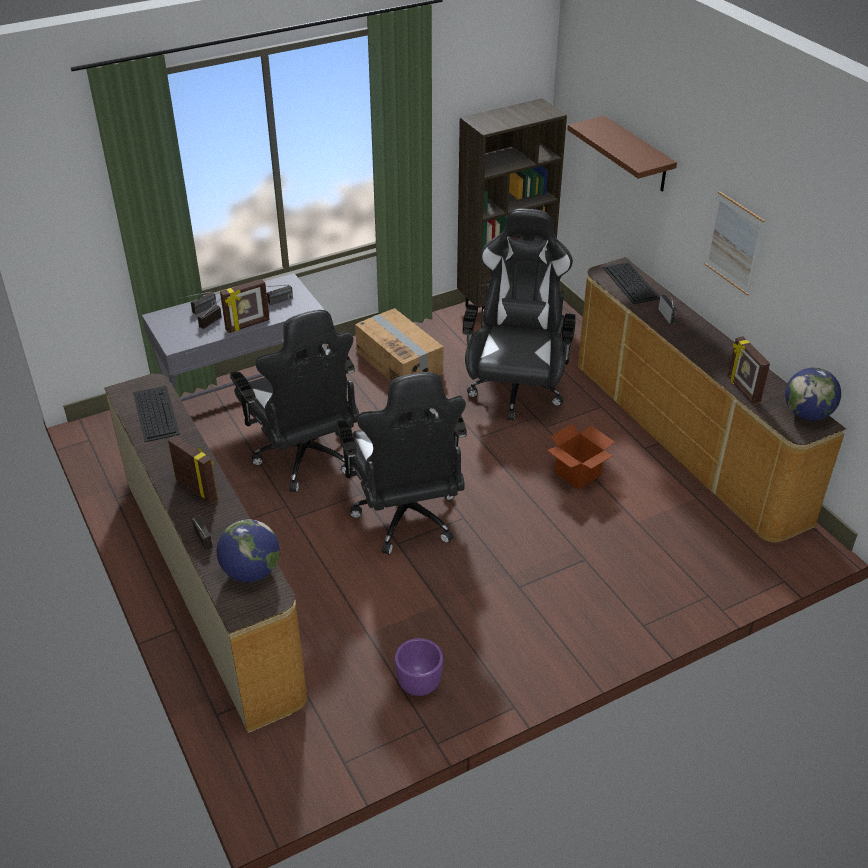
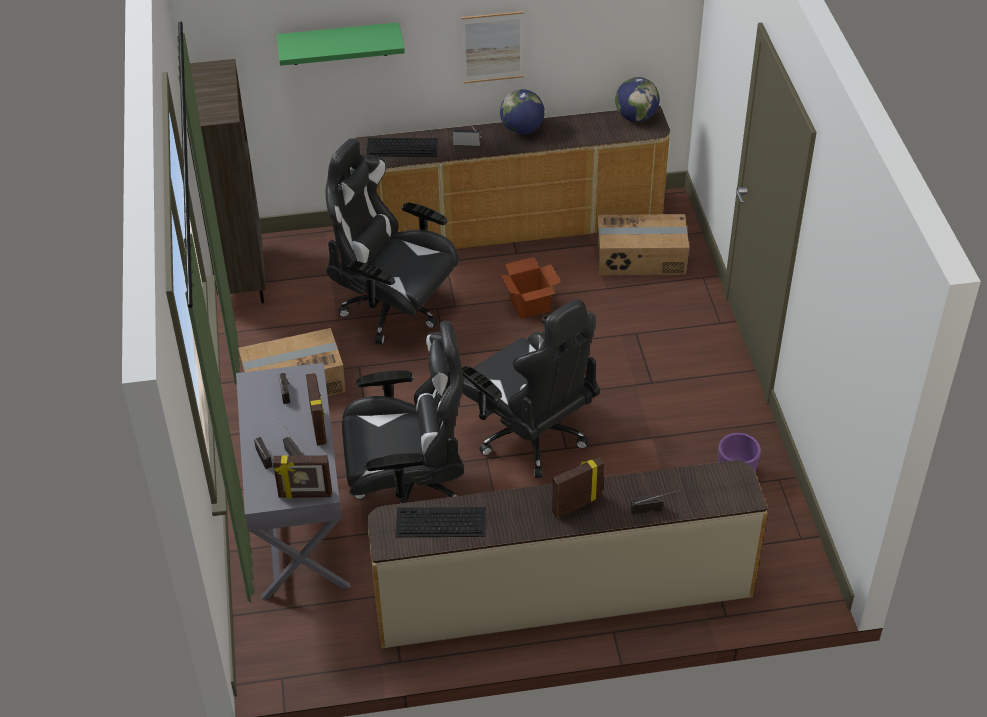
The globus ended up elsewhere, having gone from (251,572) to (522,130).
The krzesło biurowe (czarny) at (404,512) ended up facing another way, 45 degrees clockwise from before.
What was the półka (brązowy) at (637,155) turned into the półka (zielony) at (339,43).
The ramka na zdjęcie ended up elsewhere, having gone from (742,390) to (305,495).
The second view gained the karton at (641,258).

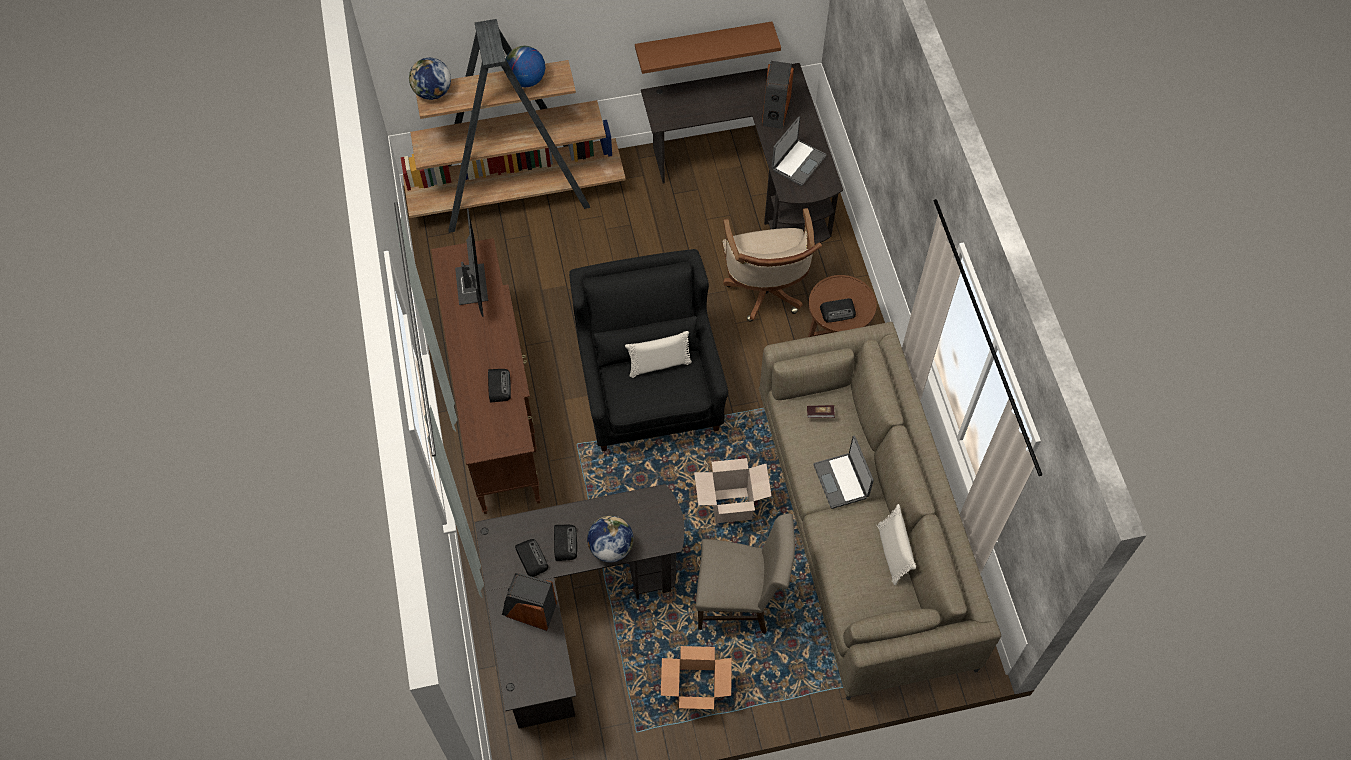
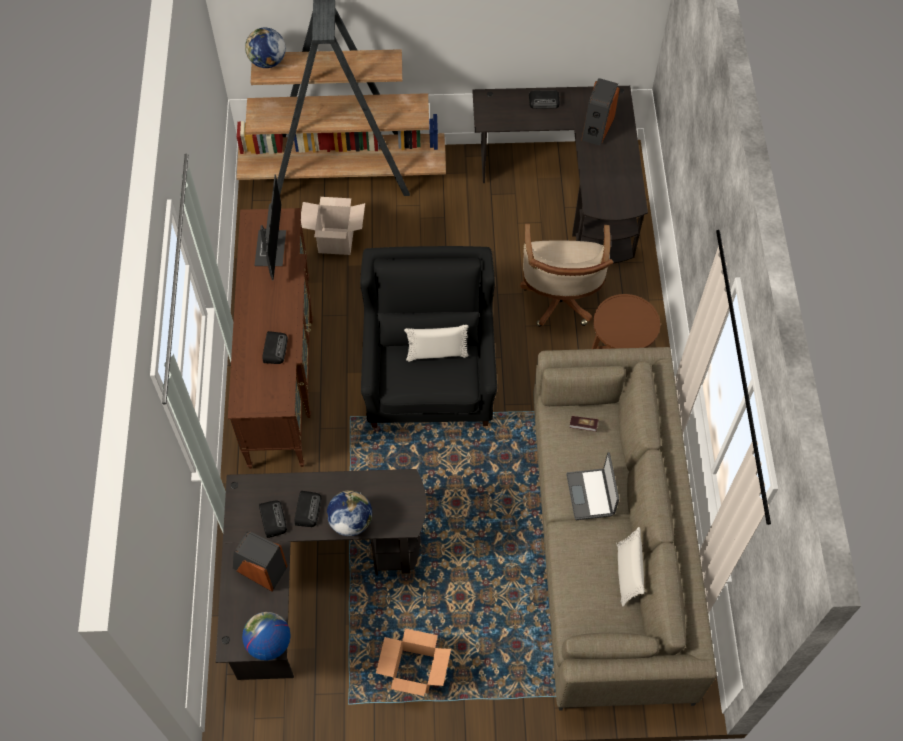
The globus ended up elsewhere, having gone from (526,80) to (269,643).
The second view lost the półka (brązowy) at (703,43).
The karton ended up elsewhere, having gone from (731,505) to (336,241).
The second view lost the krzesło (beżowy) at (740,600).
The second view lost the laptop at (798,162).
The radio ended up elsewhere, having gone from (838,312) to (544,101).

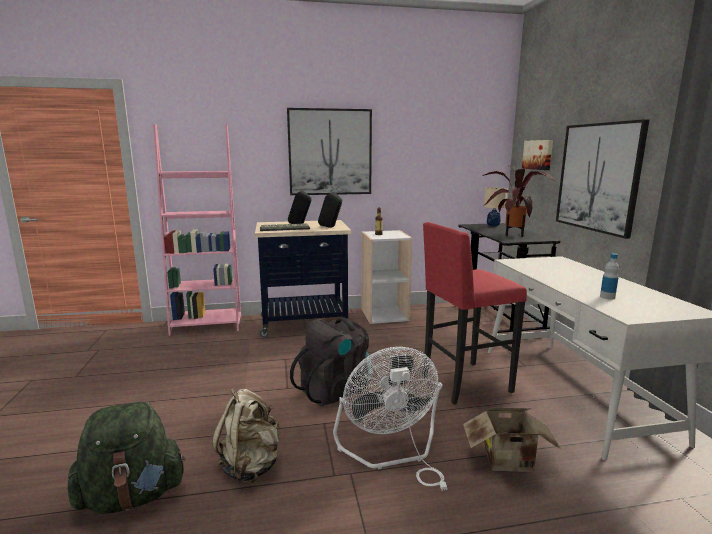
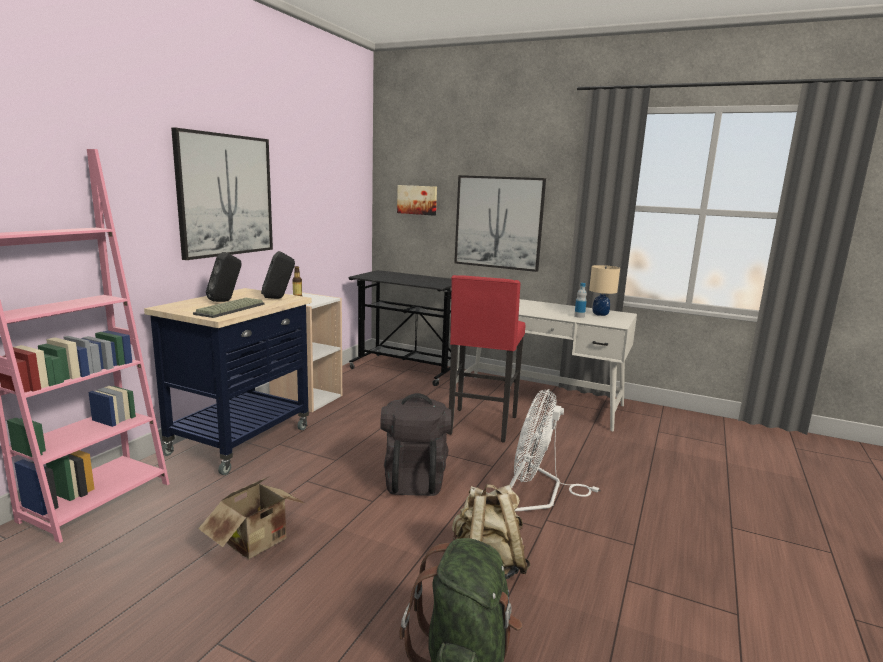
The karton ended up elsewhere, having gone from (510,462) to (259,542).
The second view lost the roślina doniczkowa at (512,235).
The lampa stołowa (beżowy) ended up elsewhere, having gone from (493,225) to (601,314).

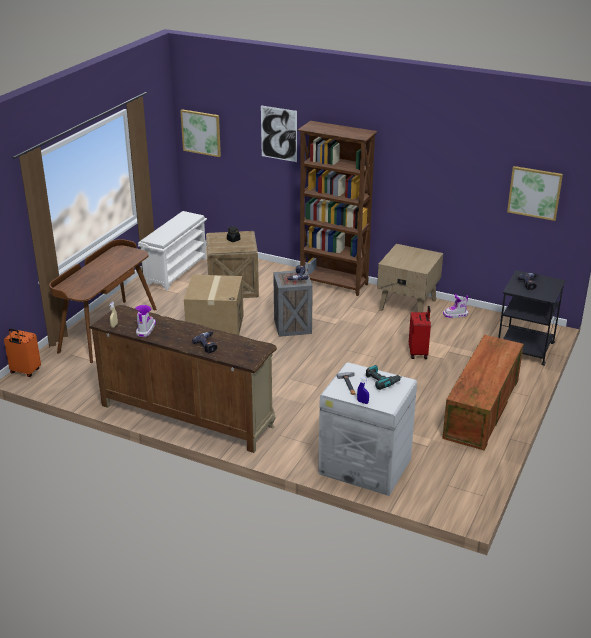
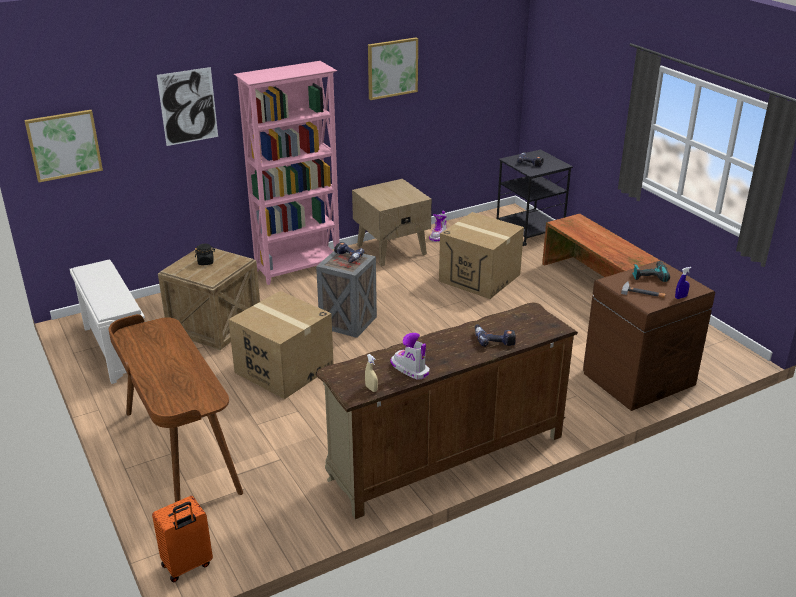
What was the regał (brązowy) at (334,284) turned into the regał (różowy) at (299,268).
What was the pralka (biały) at (365,463) turned into the pralka (brązowy) at (635,377).
Where the walizka (czerwony) stood at (418,353), the karton came to stand at (480,278).
The obraz ended up elsewhere, having gone from (534,192) to (392,68).

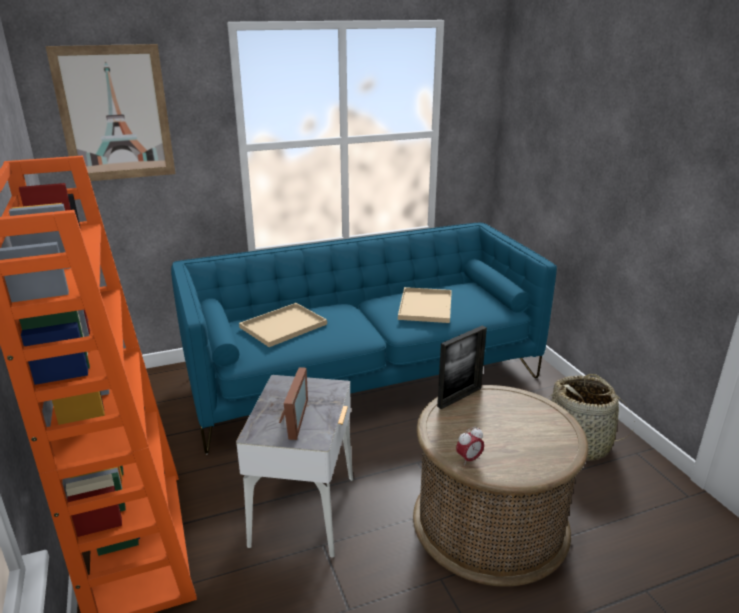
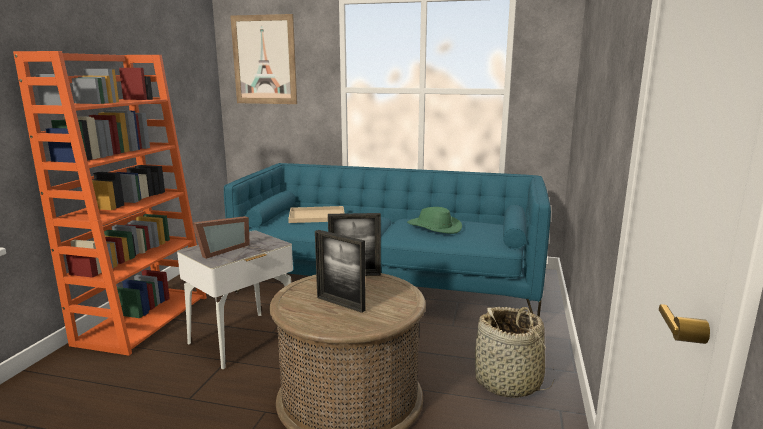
Where the taca (beżowy) stood at (426,307), the kapelusz (zielony) came to stand at (433,227).
The second view lost the budzik at (469,459).
The second view gained the ramka na zdjęcie at (340,304).

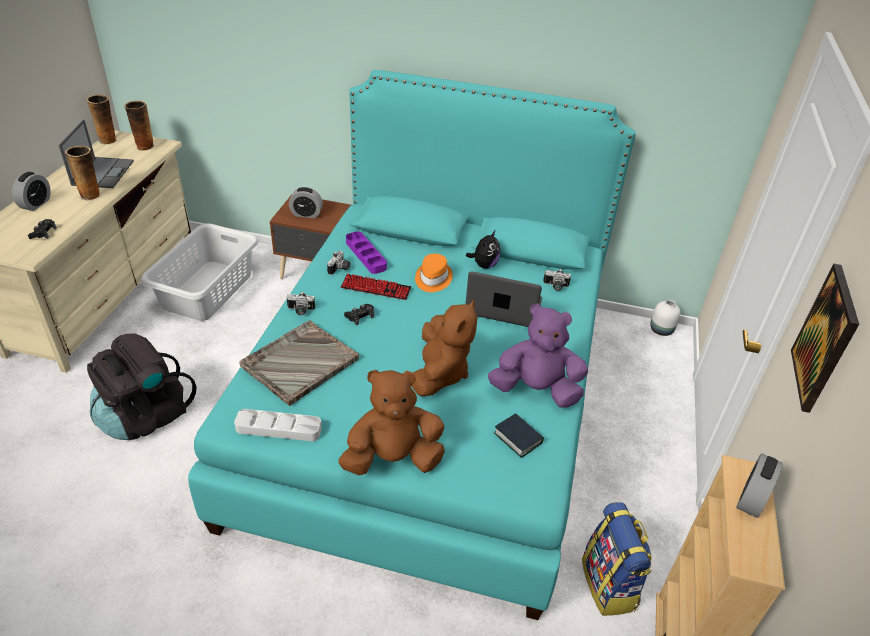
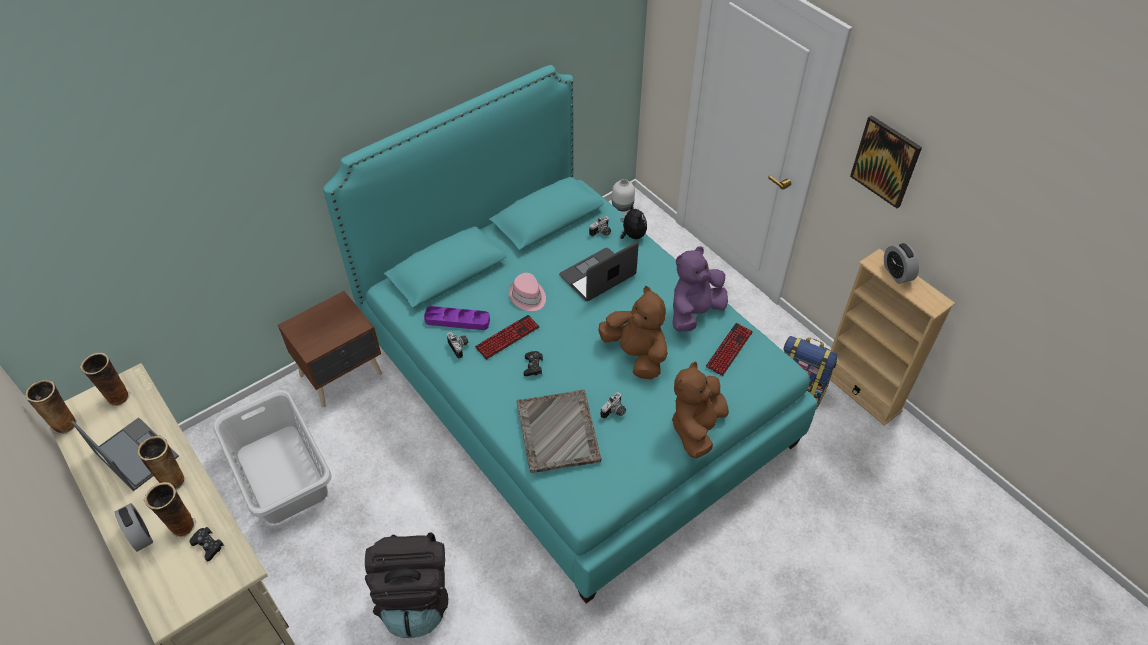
The second view lost the taca (szary) at (278,428).
The aparat fotograficzny ended up elsewhere, having gone from (300,311) to (615,412).
The second view lost the budzik at (306,214).
What was the kapelusz (pomarańczowy) at (432,279) turned into the kapelusz (różowy) at (527,296).
The pluszak ended up elsewhere, having gone from (484,265) to (632,235).
Where the książka stood at (518,438), the klawiatura came to stand at (729,350).
The second view gained the wazon at (181,526).

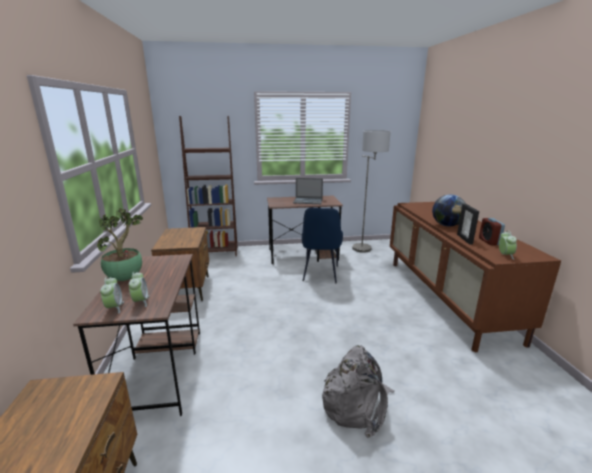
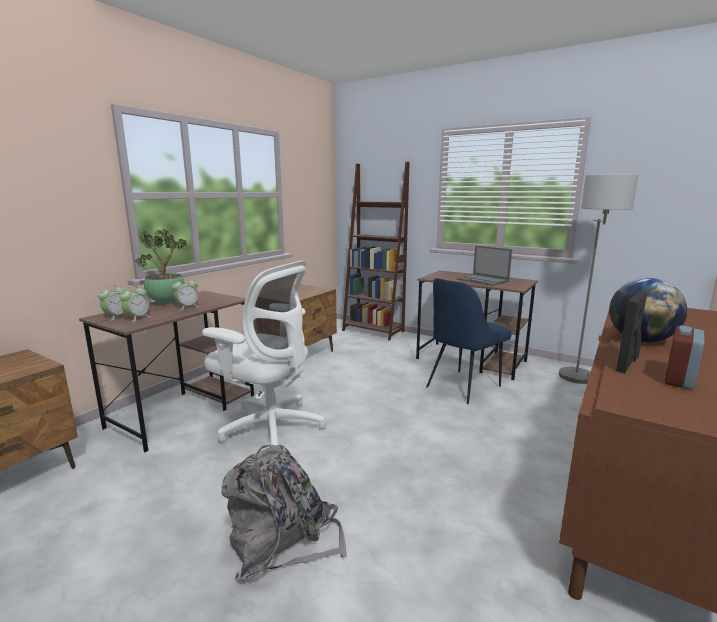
The budzik ended up elsewhere, having gone from (505,255) to (187,307).
The second view gained the krzesło biurowe (biały) at (266,426).

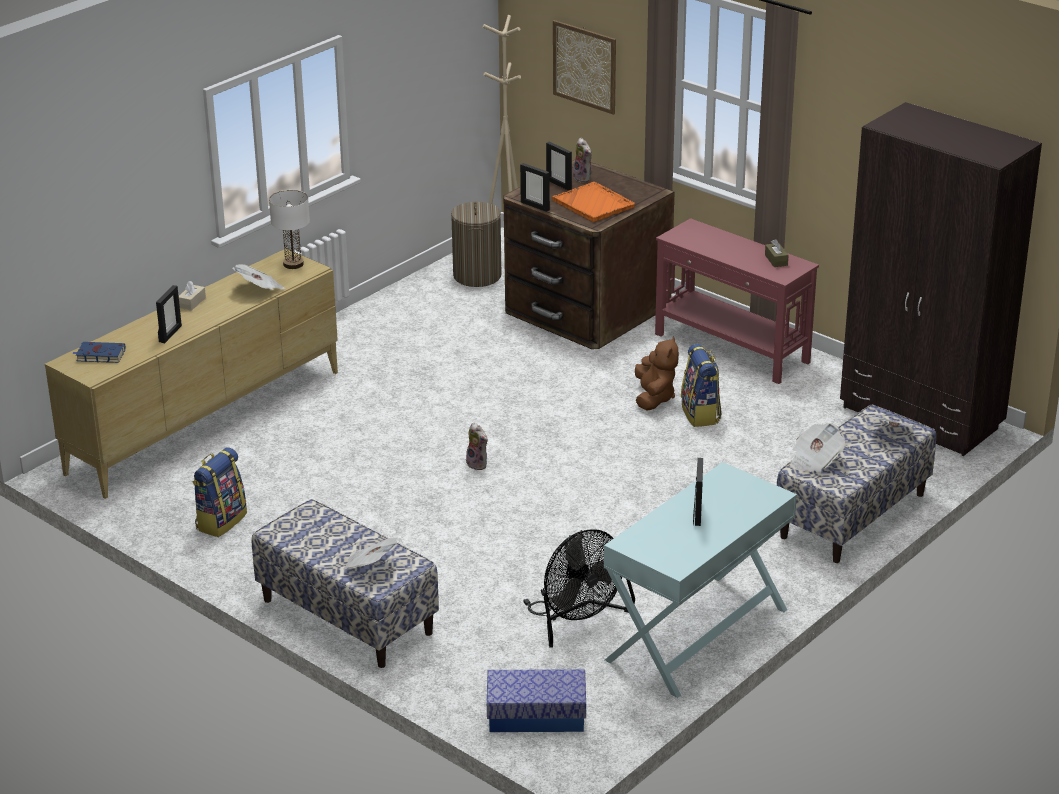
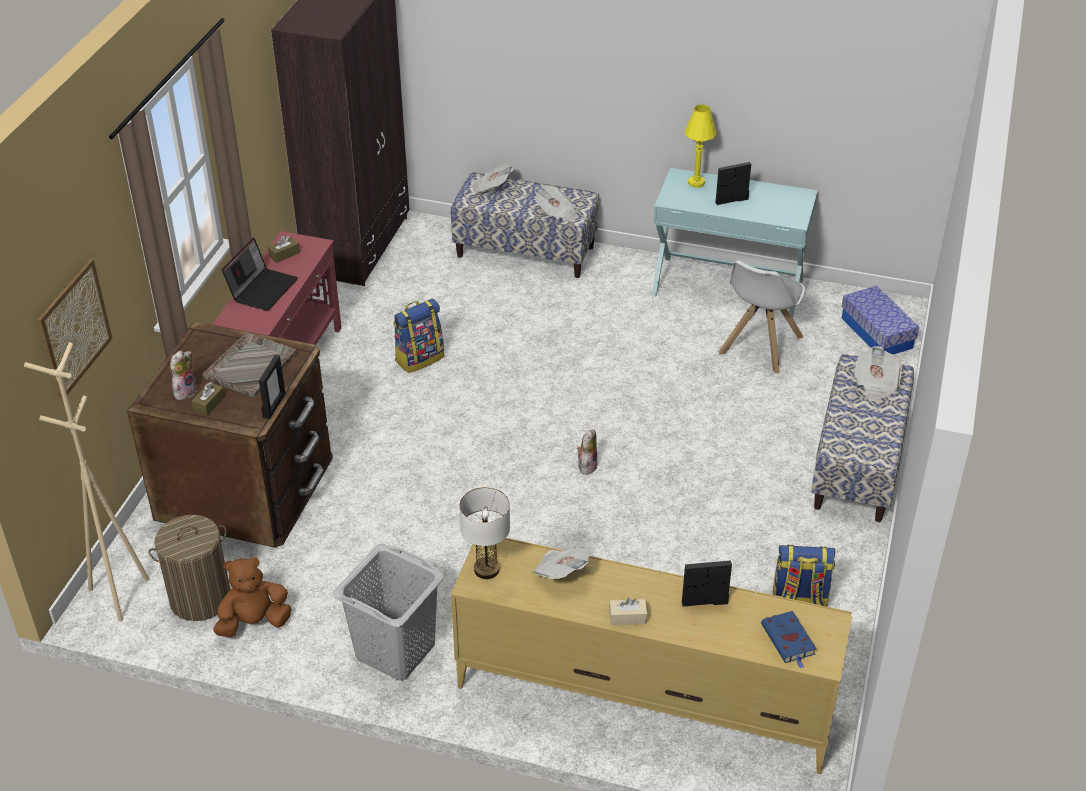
Where the wentylator (czarny) stood at (574,620), the krzesło came to stand at (759,346).
Where the ramka na zdjęcie stood at (559,184), the pudełko chusteczek (brązowy) came to stand at (209,404).
What was the taca (pomarańczowy) at (593,204) turned into the taca (szary) at (251,365).
The pluszak (brązowy) ended up elsewhere, having gone from (654,398) to (254,622).
The second view gained the laptop at (262,289).
The second view gained the kosz na pranie (szary) at (394,650).
The second view gained the lampa stołowa (żółty) at (696,183).

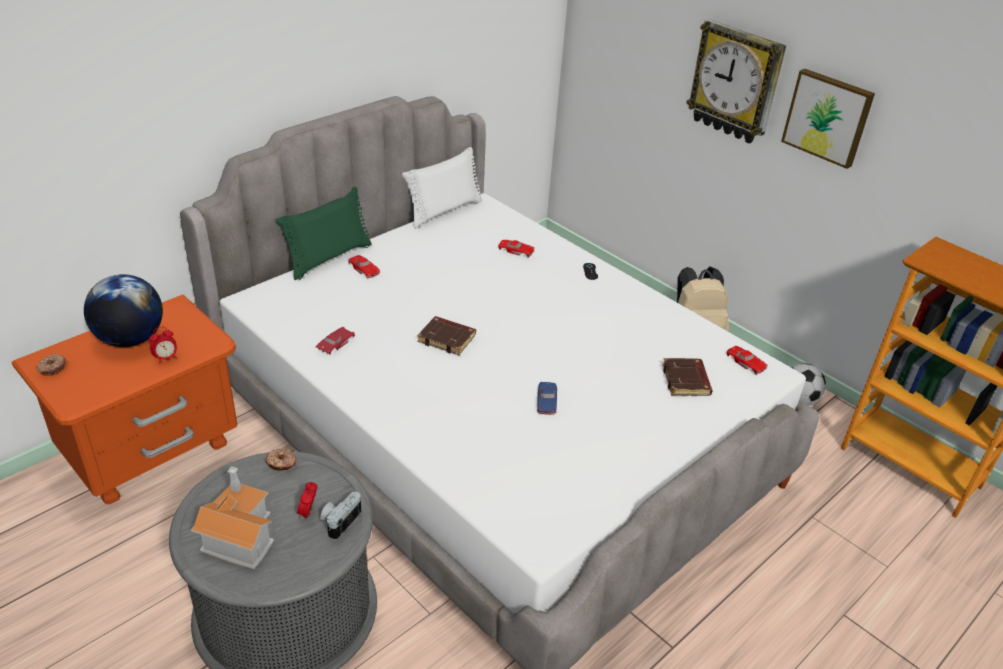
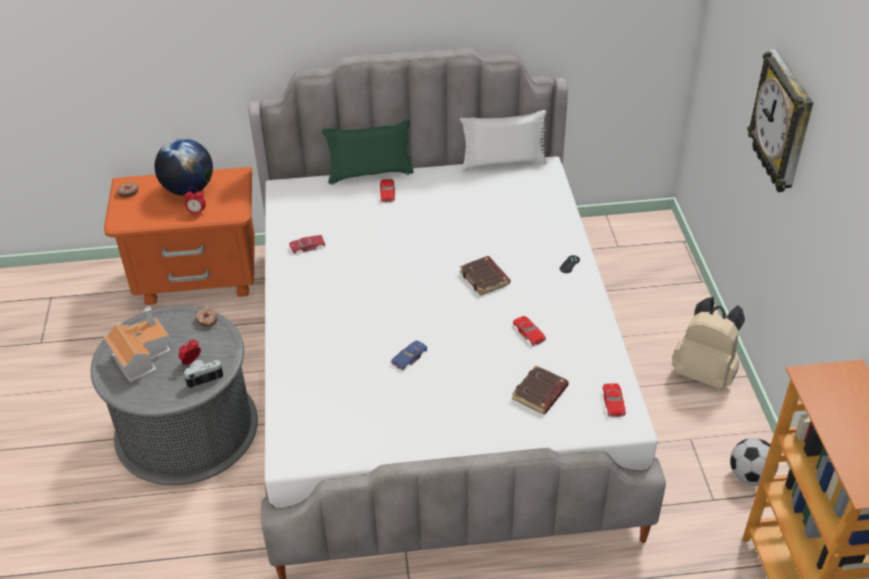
The książka (brązowy) ended up elsewhere, having gone from (447,338) to (485,278).
The samochodzik (czerwony) ended up elsewhere, having gone from (516,250) to (529,333).
The second view lost the obraz at (828,117).

